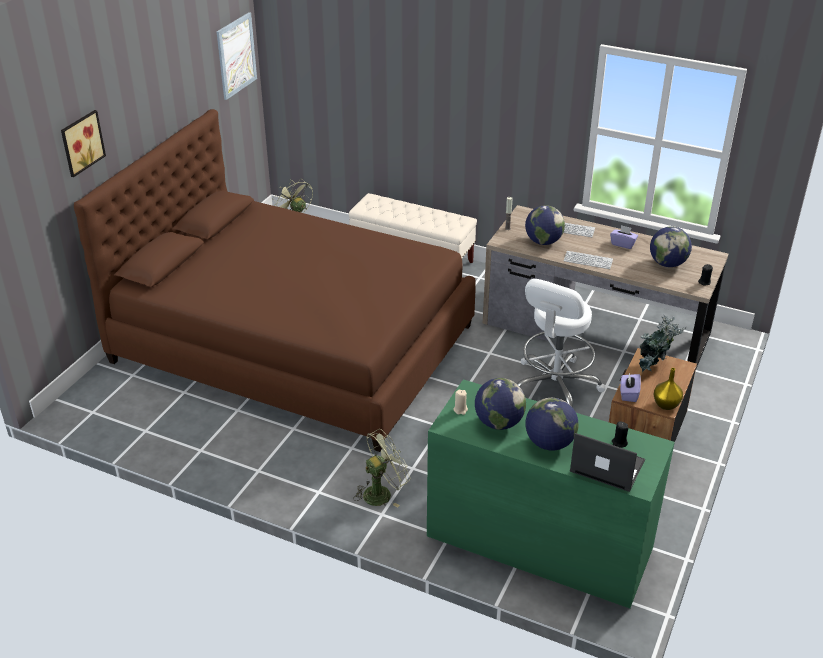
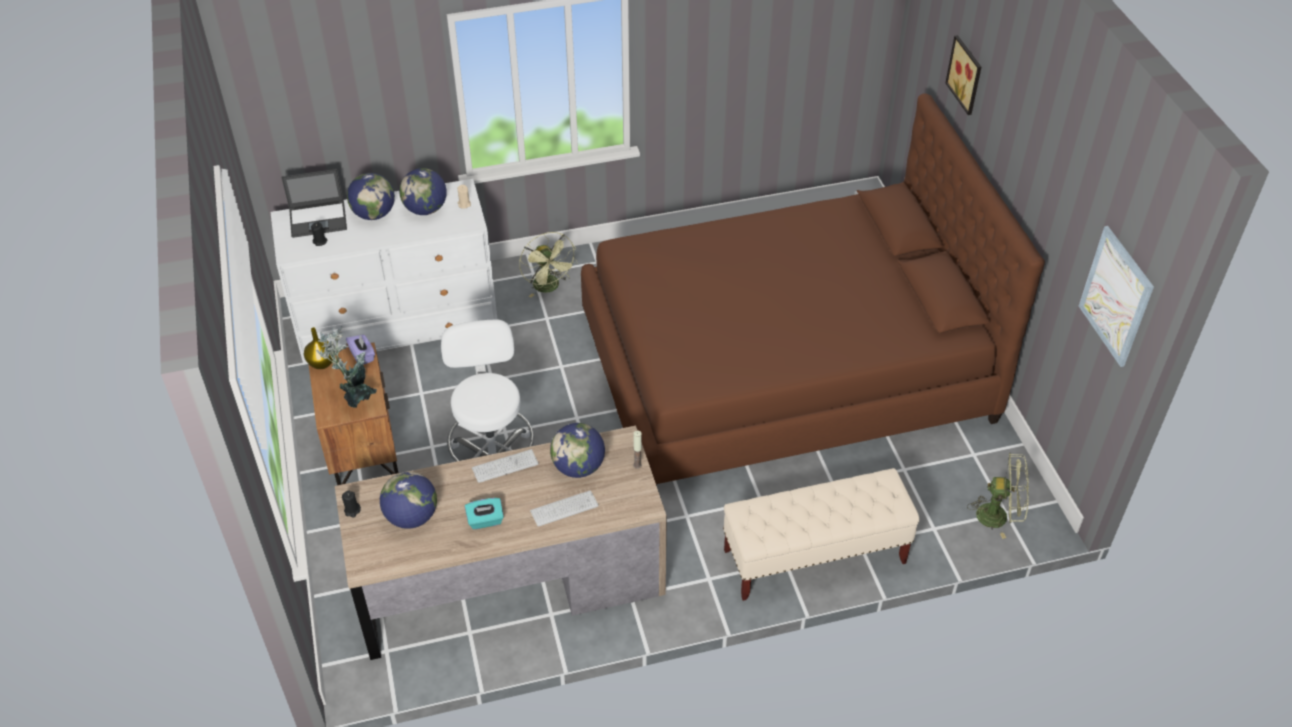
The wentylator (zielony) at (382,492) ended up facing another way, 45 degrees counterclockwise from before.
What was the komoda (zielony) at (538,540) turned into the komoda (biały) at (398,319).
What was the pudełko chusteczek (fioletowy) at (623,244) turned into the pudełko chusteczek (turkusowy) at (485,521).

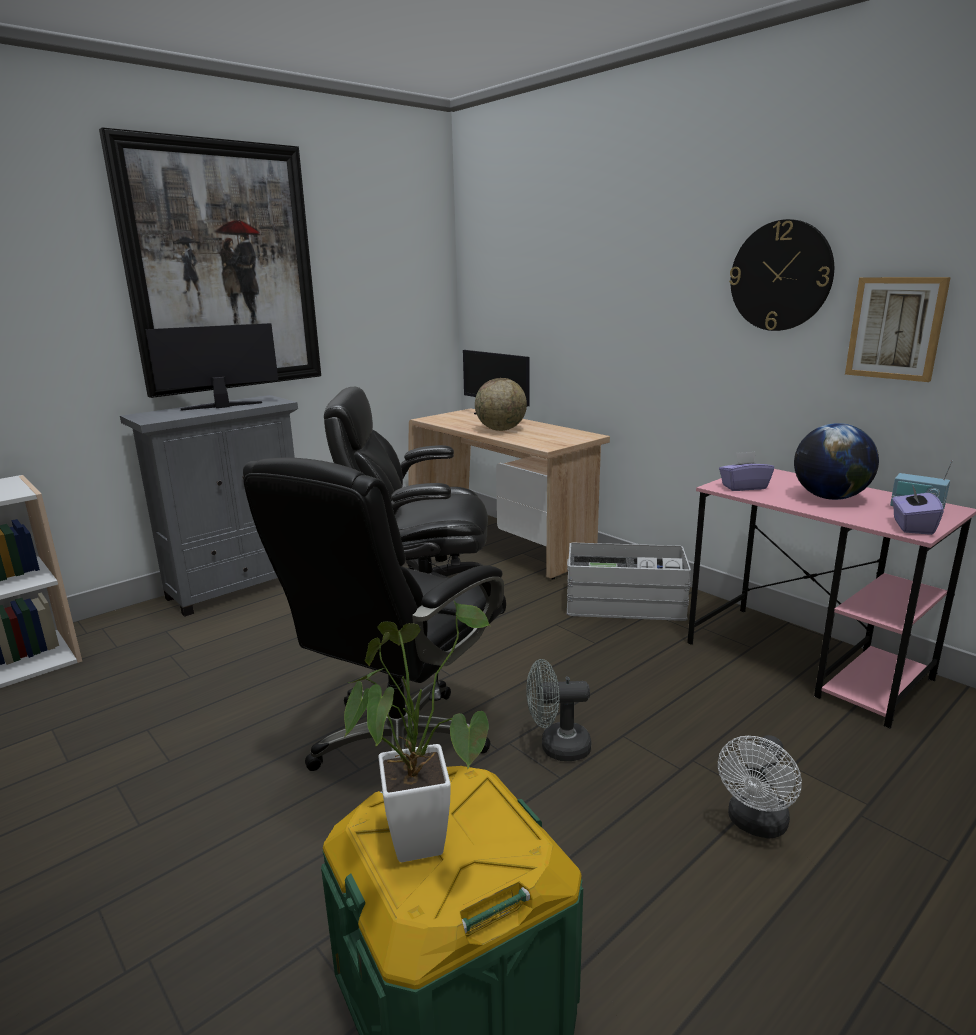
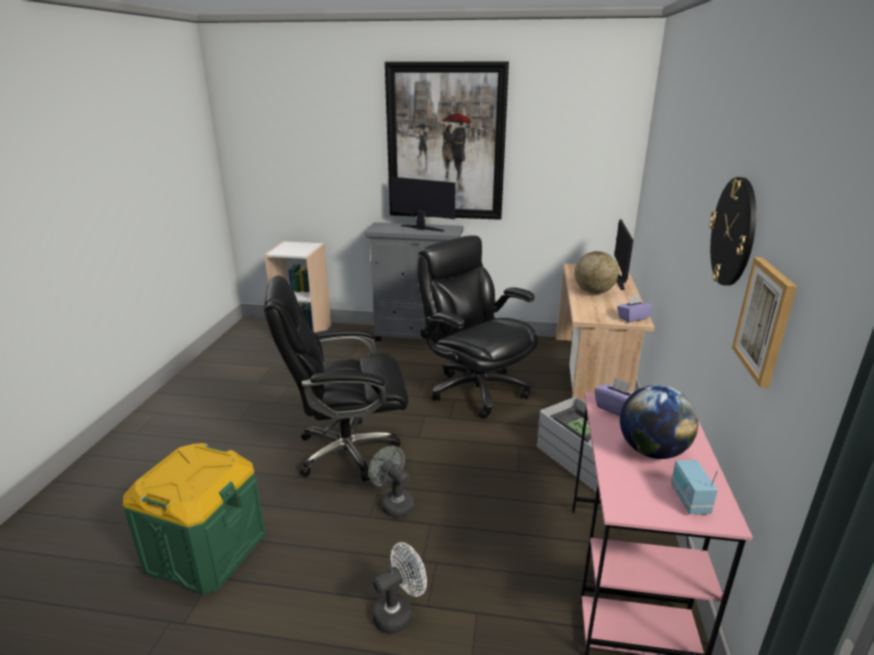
The second view lost the roślina doniczkowa at (417,832).
The wentylator (biały) at (755,824) ended up facing another way, 150 degrees clockwise from before.
The pudełko chusteczek (fioletowy) ended up elsewhere, having gone from (912,526) to (632,318).

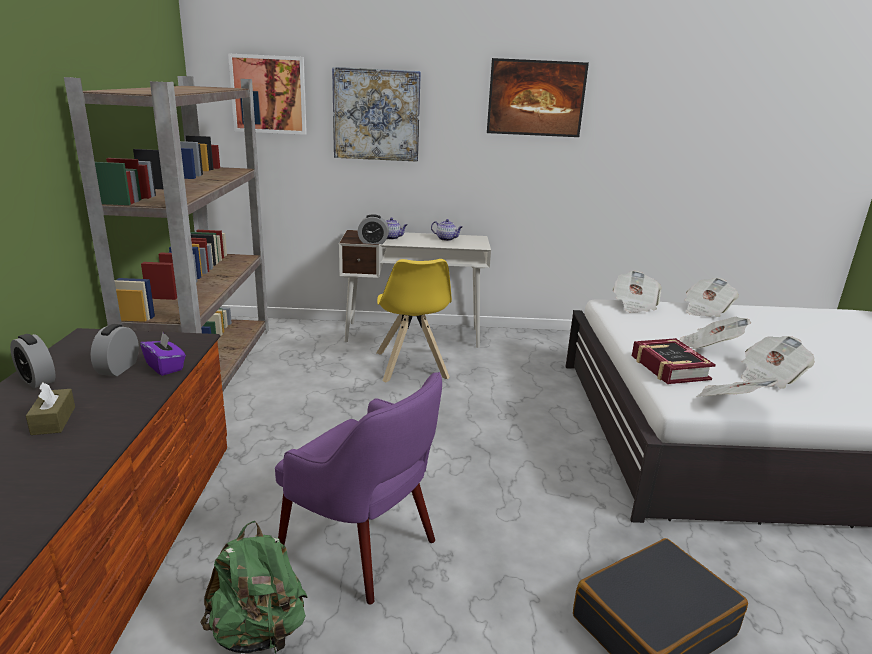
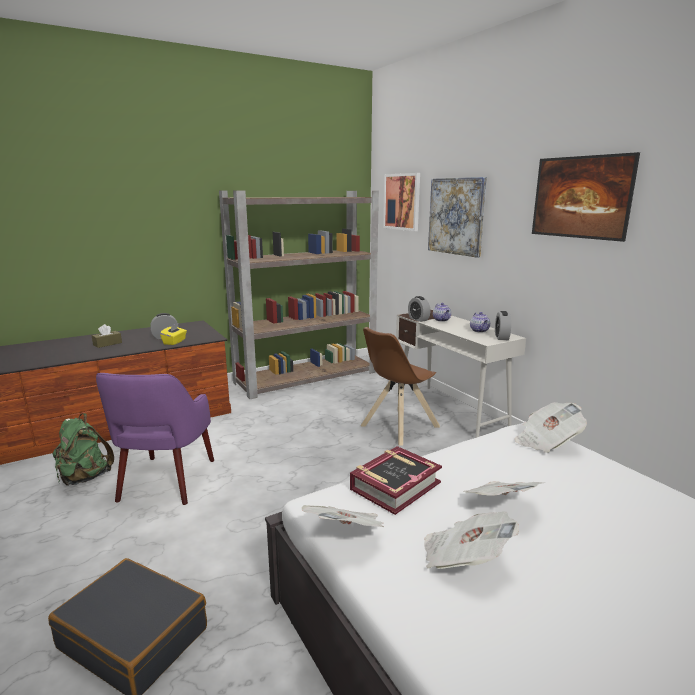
The budzik ended up elsewhere, having gone from (37,380) to (501,337).
What was the pudełko chusteczek (fioletowy) at (165,367) turned into the pudełko chusteczek (żółty) at (174,342).
What was the krzesło (żółty) at (411,366) turned into the krzesło (brązowy) at (398,427).
The second view lost the gazeta at (705,310).

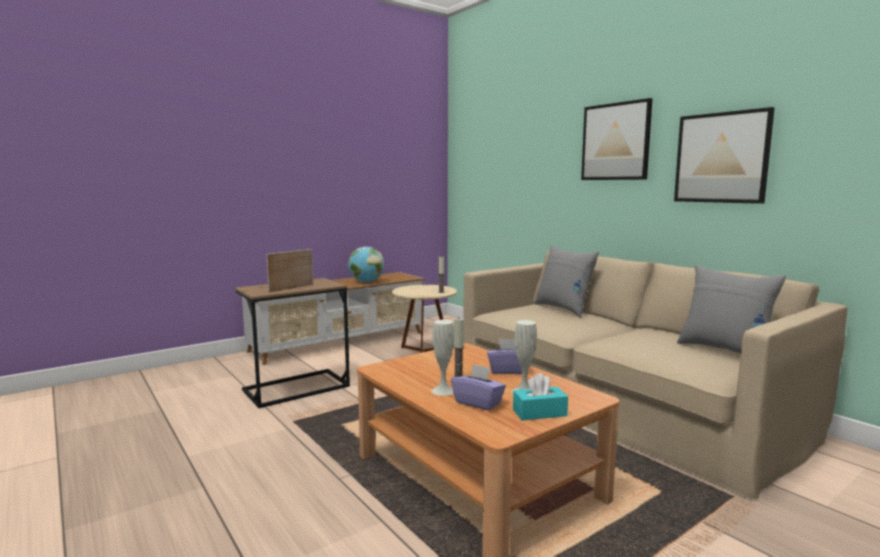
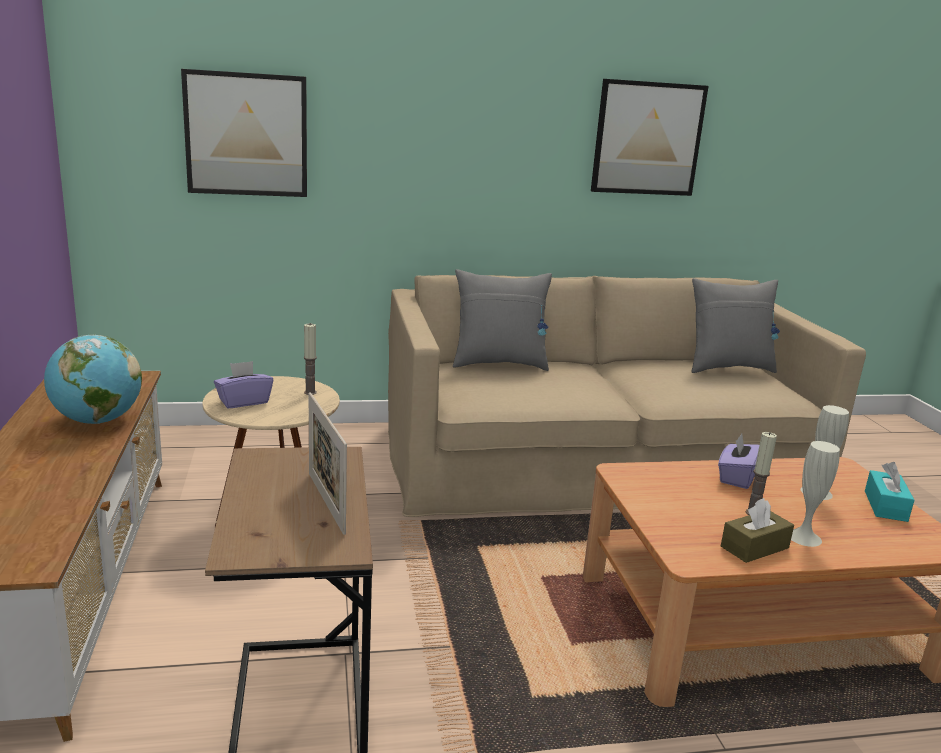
The pudełko chusteczek (fioletowy) ended up elsewhere, having gone from (478,403) to (244,401).
The obraz ended up elsewhere, having gone from (615,142) to (246,134).
The second view gained the pudełko chusteczek (brązowy) at (754,547).

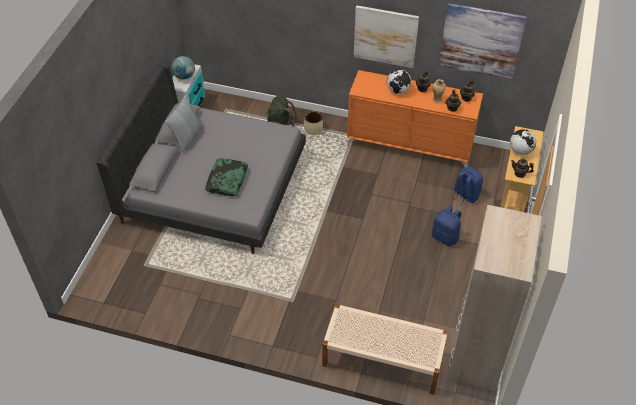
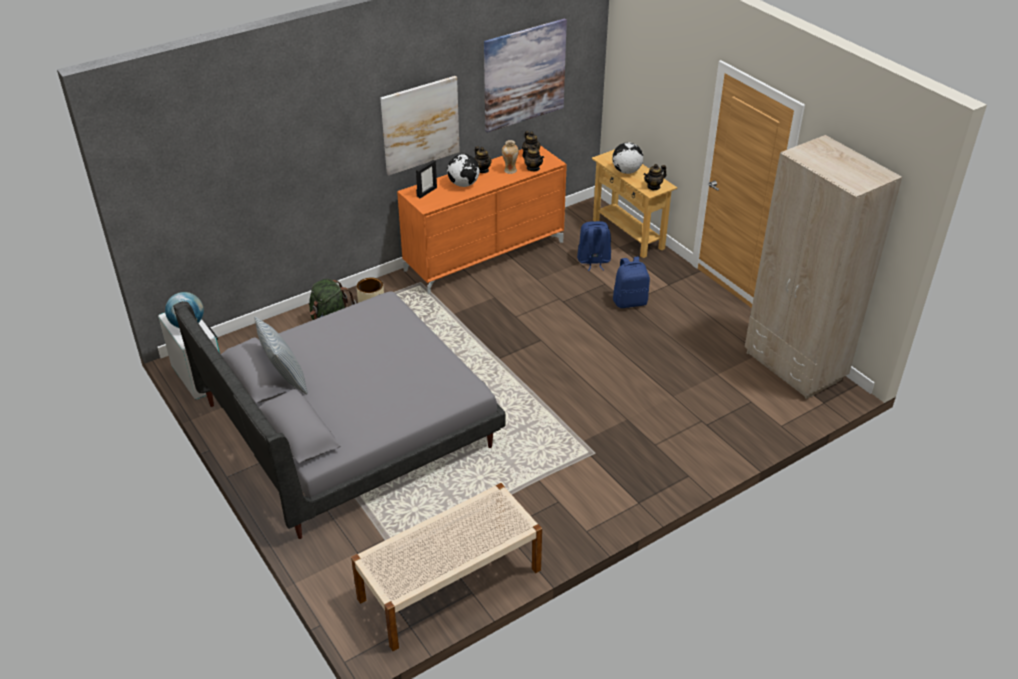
The second view lost the poduszka at (227,180).
The ławka (beżowy) ended up elsewhere, having gone from (382,360) to (450,585).
The second view gained the ramka na zdjęcie at (426,192).

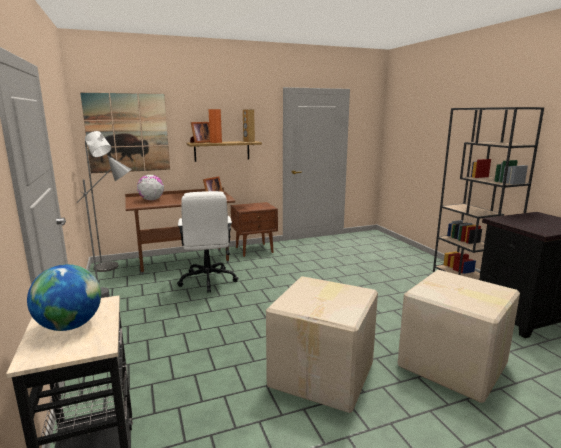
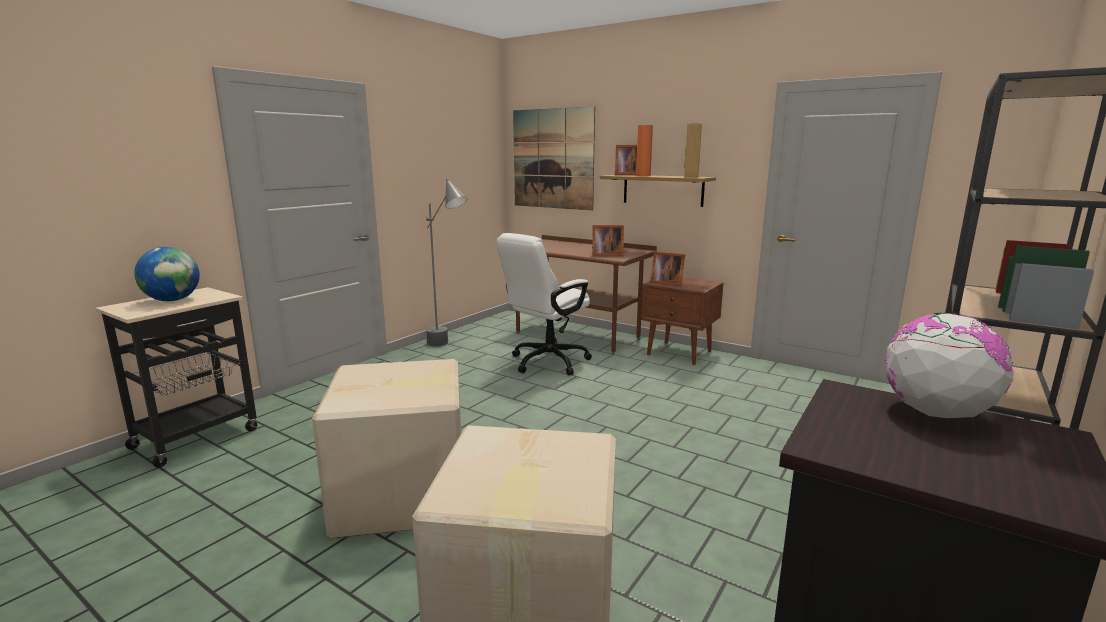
The second view lost the lampa stojąca (szary) at (109,268).
The globus ended up elsewhere, having gone from (151,200) to (935,413).
The second view gained the ramka na zdjęcie at (666,283).

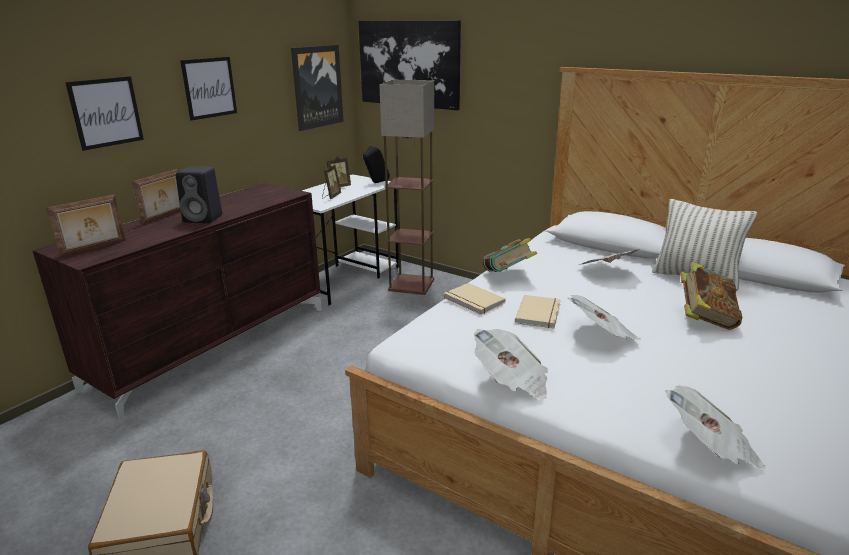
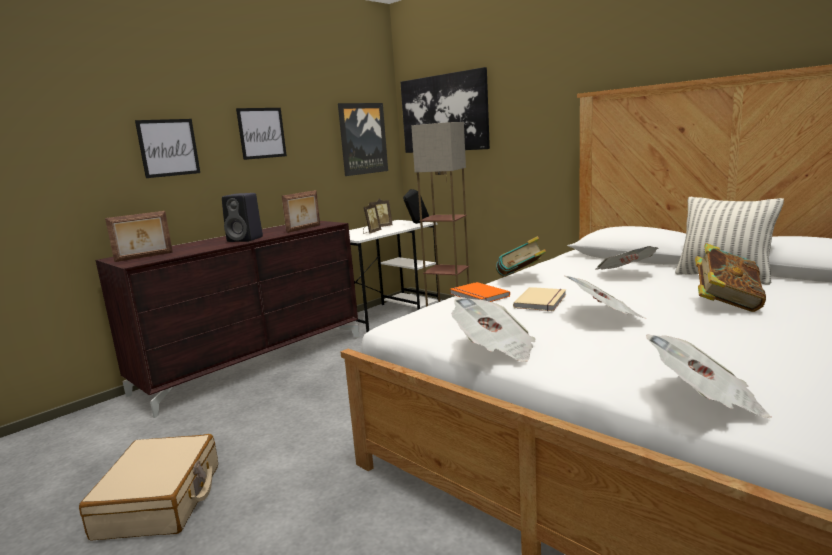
The ramka na zdjęcie ended up elsewhere, having gone from (164,216) to (304,229).
What was the książka (beżowy) at (473,301) turned into the książka (pomarańczowy) at (478,295).

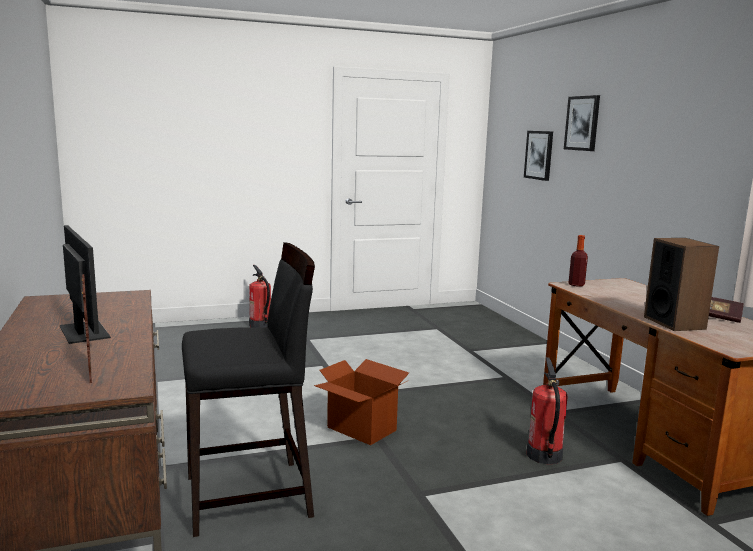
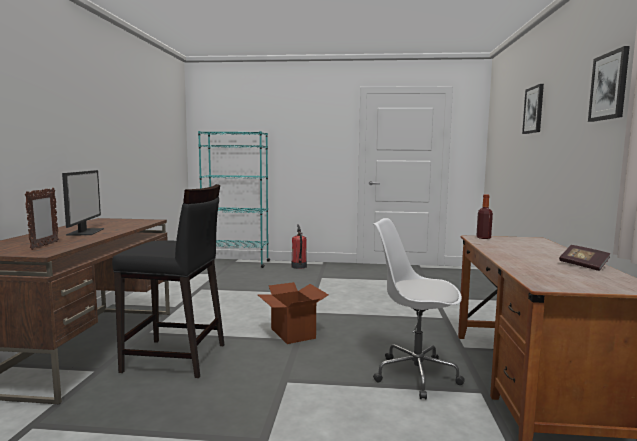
The obraz ended up elsewhere, having gone from (539,155) to (609,86).
Where the gaśnica stood at (544,455), the krzesło biurowe (biały) came to stand at (413,375).
The second view lost the głośnik at (674,323).
The second view gained the regał (turkusowy) at (236,263).

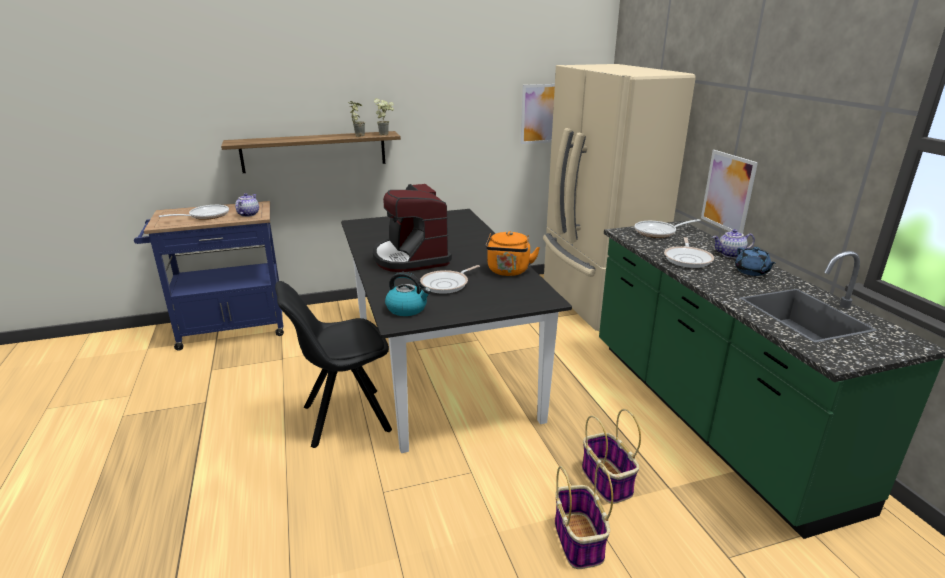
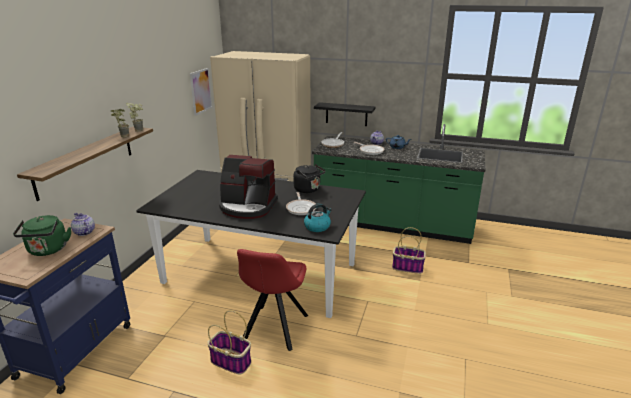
Where the patelnia stood at (206,216), the czajnik (zielony) came to stand at (47,250).
What was the krzesło (czarny) at (345,418) turned into the krzesło (czerwony) at (274,328).
What was the czajnik (pomarańczowy) at (508,271) turned into the czajnik (czarny) at (308,190).
The koszyk ended up elsewhere, having gone from (579,541) to (231,361).
Where the obraz hung at (728,192), the półka (czarny) came to hang at (346,114).

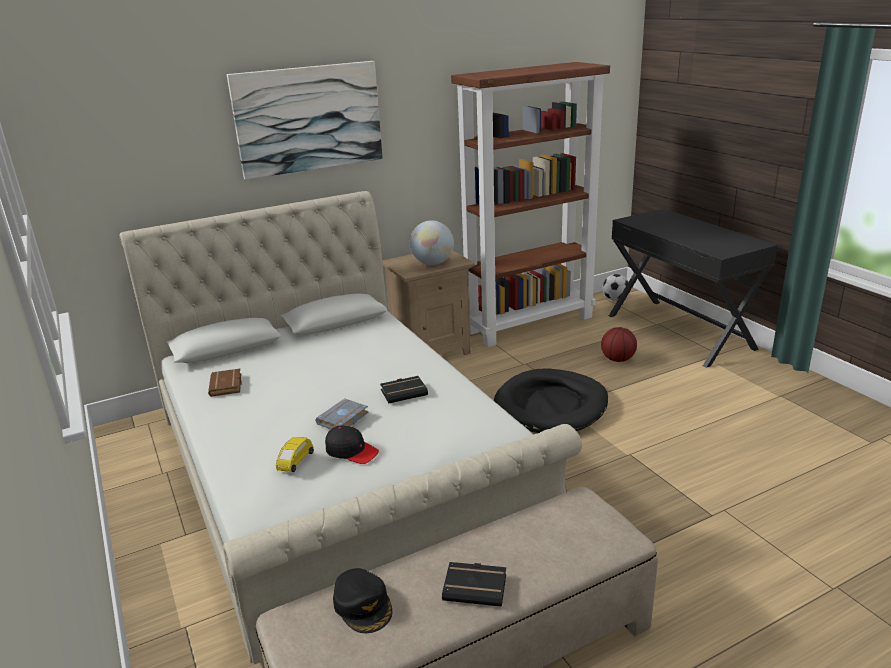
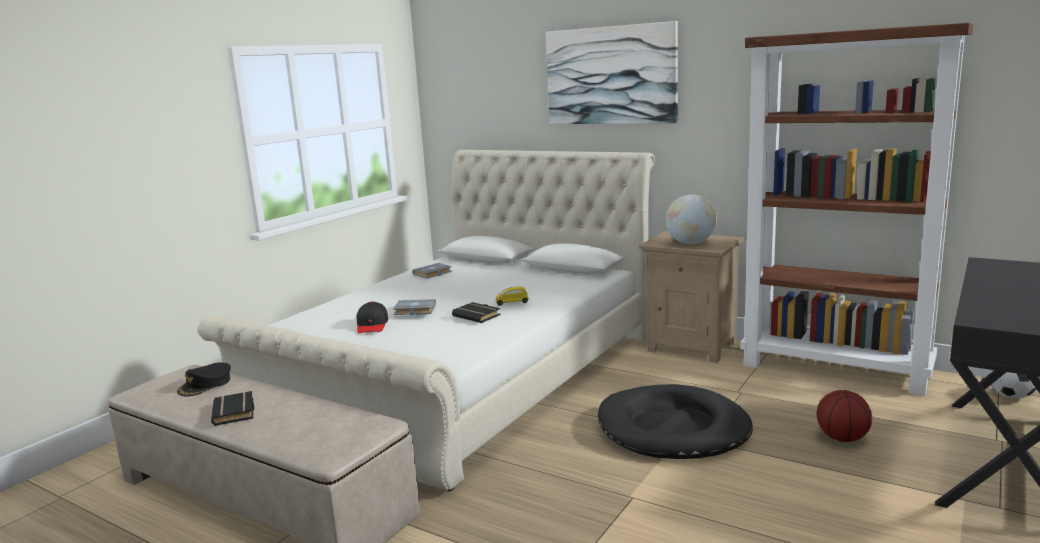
What was the książka (brązowy) at (227,386) turned into the książka (szary) at (432,274).
The samochodzik (żółty) ended up elsewhere, having gone from (295,462) to (512,304).

